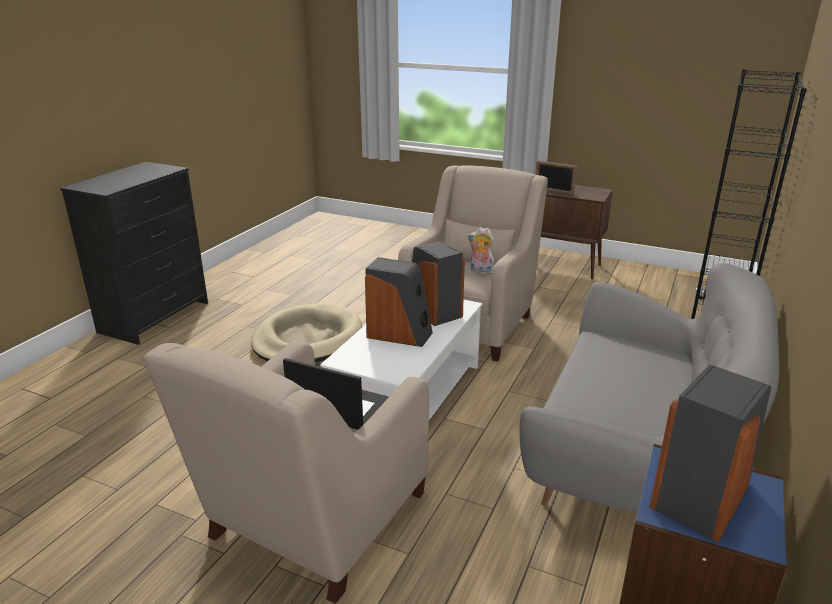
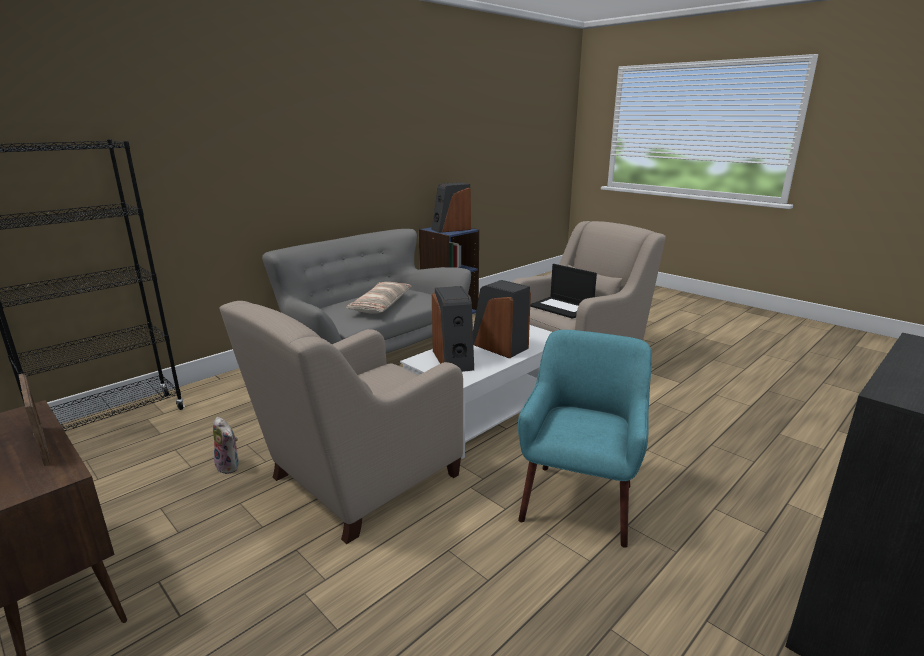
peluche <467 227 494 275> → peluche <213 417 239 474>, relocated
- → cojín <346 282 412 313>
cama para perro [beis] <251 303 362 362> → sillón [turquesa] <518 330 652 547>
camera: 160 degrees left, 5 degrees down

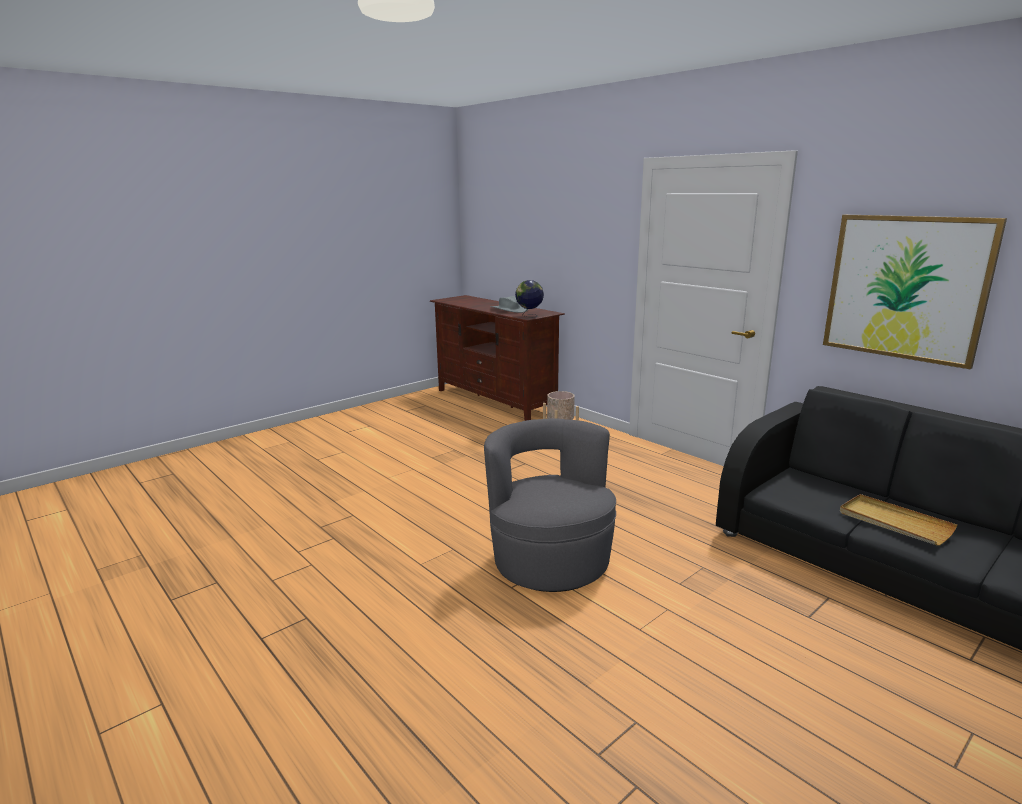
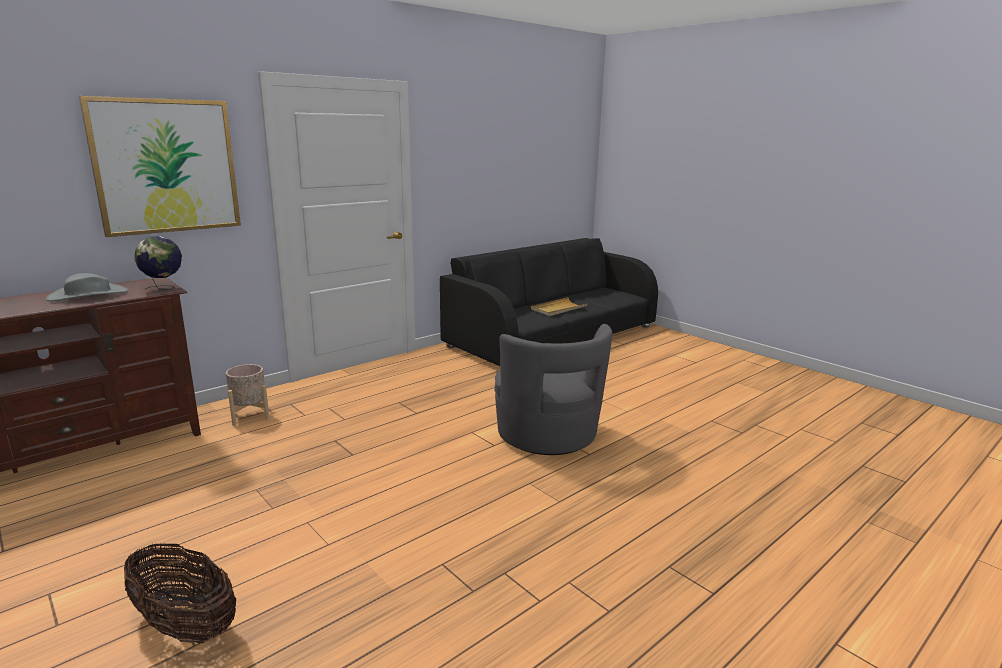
cuadro <823 215 1007 369> → cuadro <79 96 241 237>, relocated
- → cesta <124 544 236 643>
sillón [gris] <484 419 616 592> → sillón [gris] <494 324 612 455>, 90 degrees counterclockwise
camera: 90 degrees left, 0 degrees up

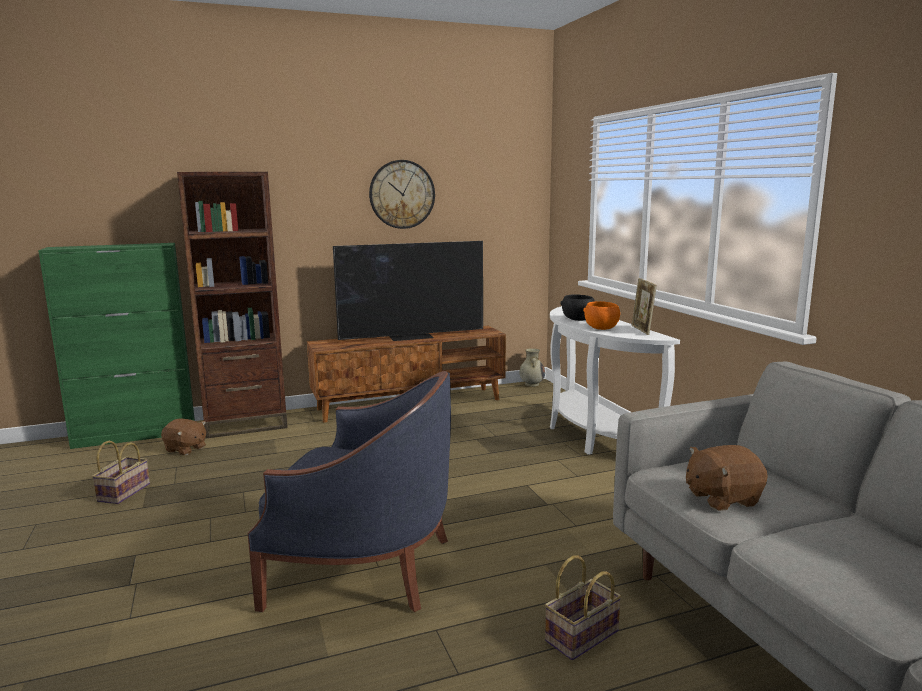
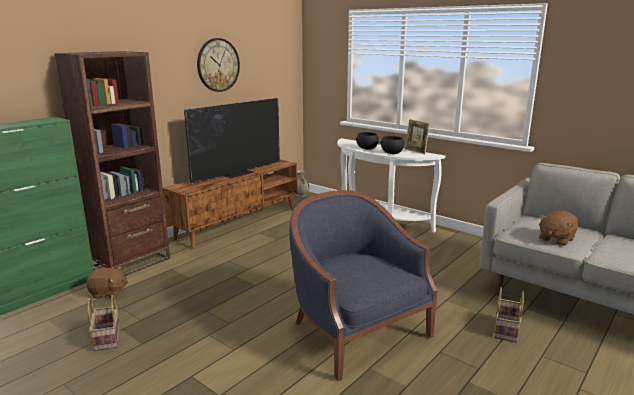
sillón [azul] <248 371 451 612> → sillón [azul] <289 190 438 381>, 105 degrees counterclockwise
cuenco [naranja] <583 301 620 330> → cuenco [negro] <380 136 404 154>
camera: 30 degrees left, 5 degrees up

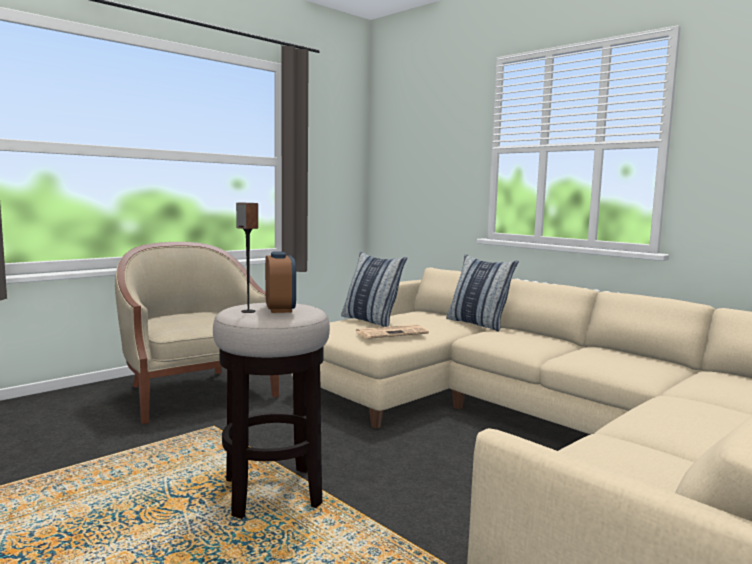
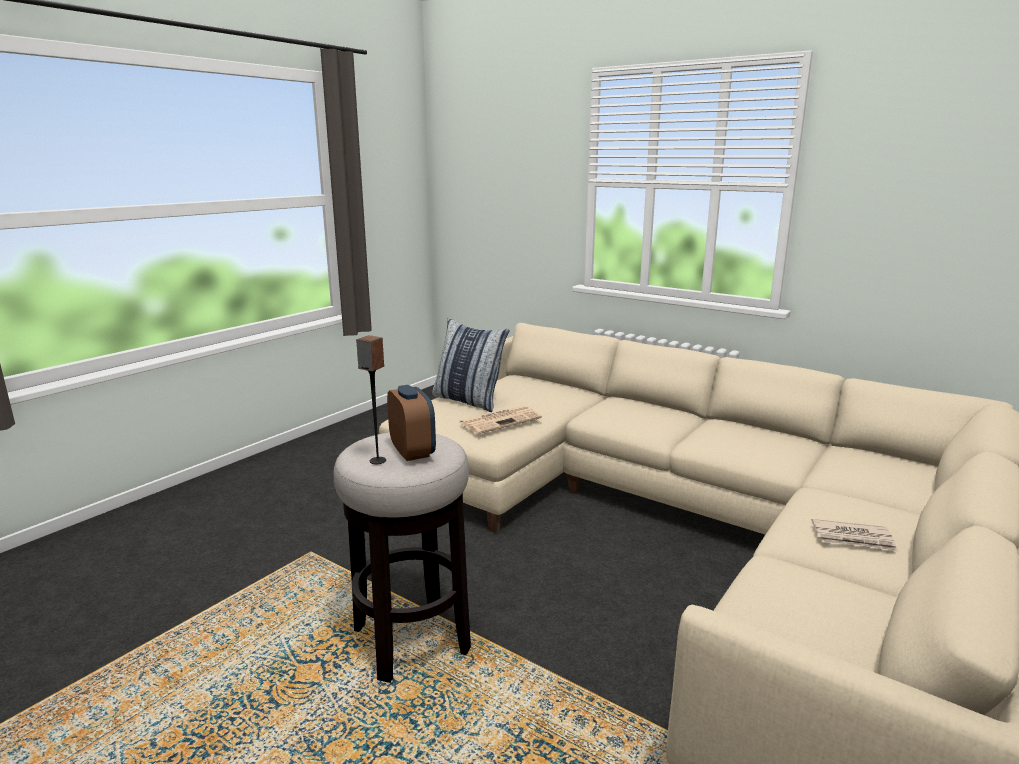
- → periódico <811 519 899 552>
sillón [beis] <115 242 279 424> → -
cojín <446 254 519 331> → -
camera: 10 degrees left, 10 degrees up

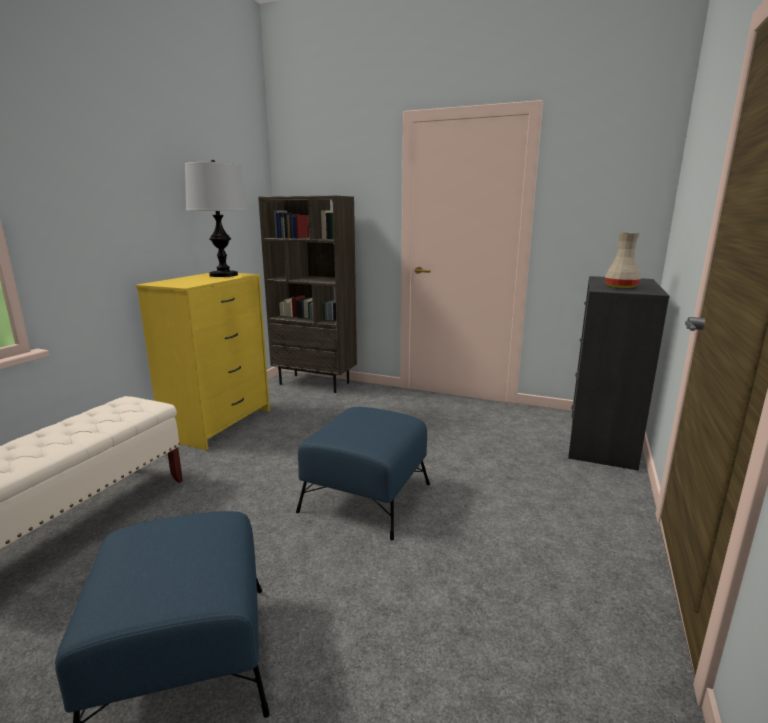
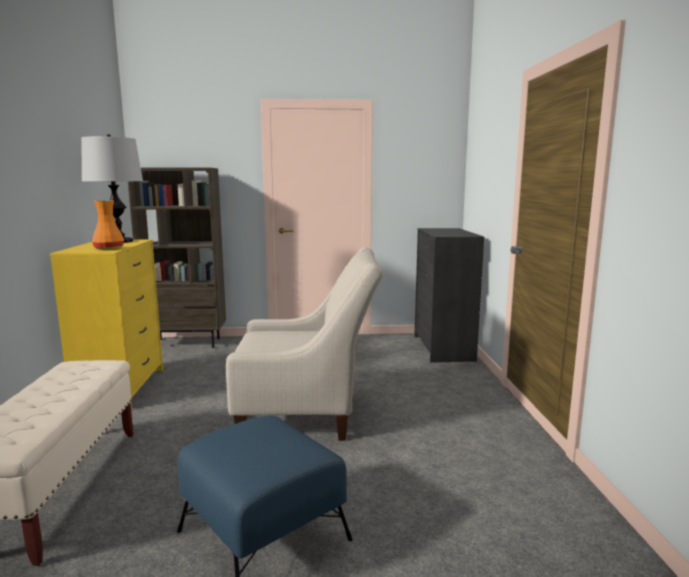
- → florero [naranja] <92 201 124 250>
puf [azul] <296 407 430 541> → sillón [beis] <226 247 384 441>
florero [beis] <605 233 641 288> → -
camera: 25 degrees left, 5 degrees down

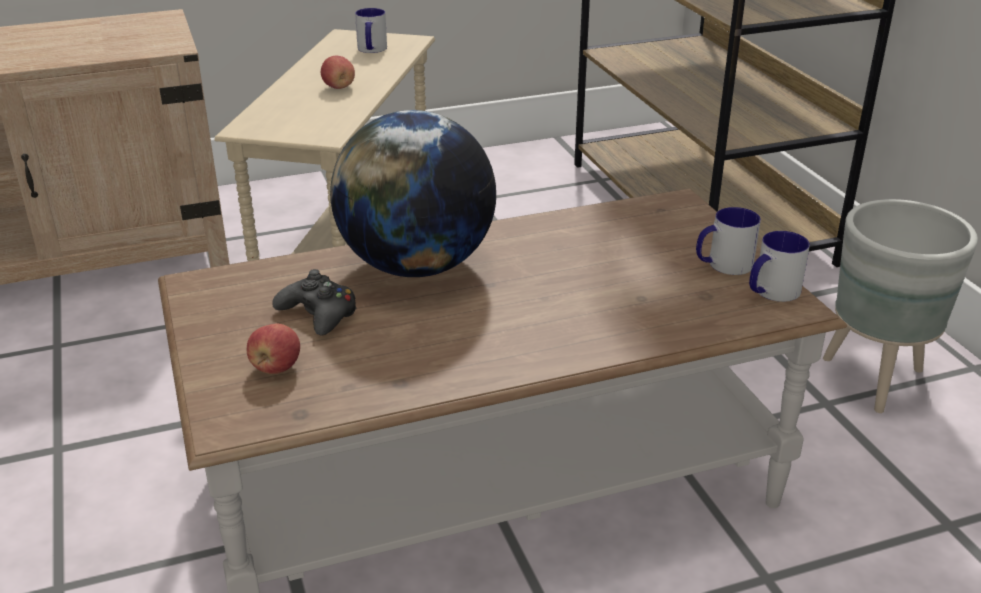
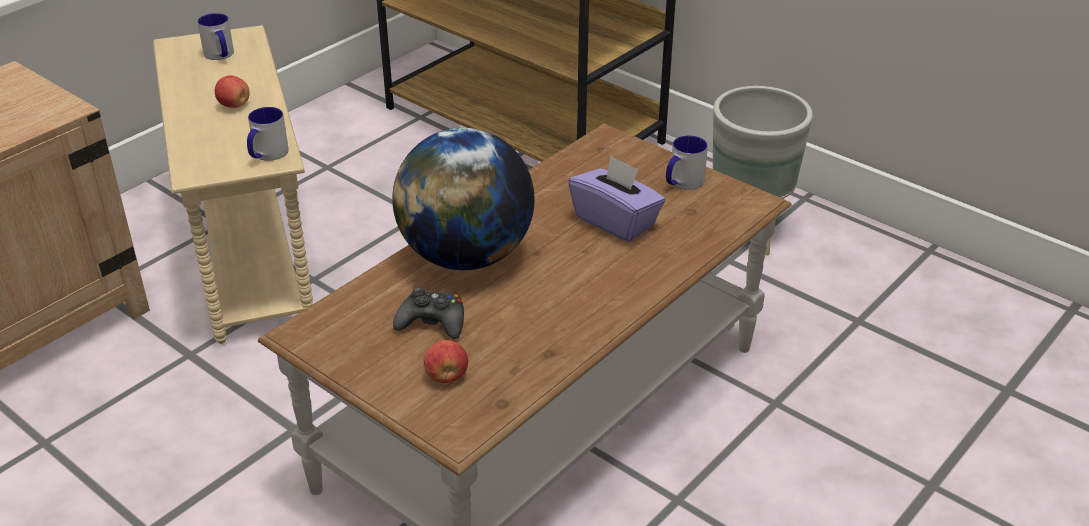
taza grande <749 231 810 302> → taza grande <247 107 289 161>, relocated
- → caja de pañuelos [morado] <568 156 665 242>
camera: 30 degrees left, 5 degrees up

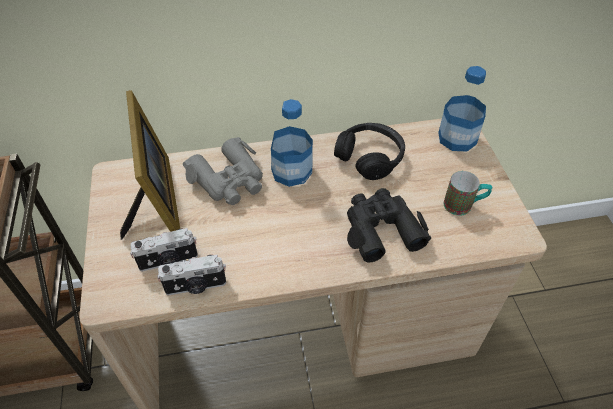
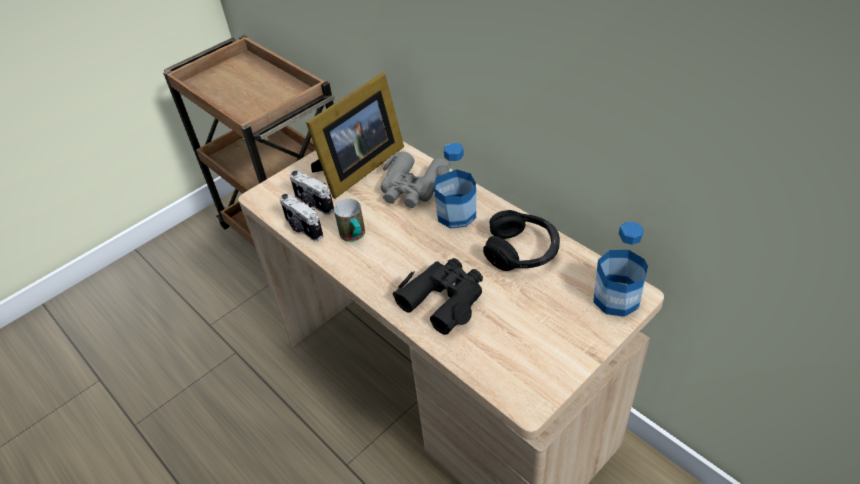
taza grande <444 171 492 216> → taza grande <334 199 365 242>, relocated
camera: 60 degrees right, 5 degrees down

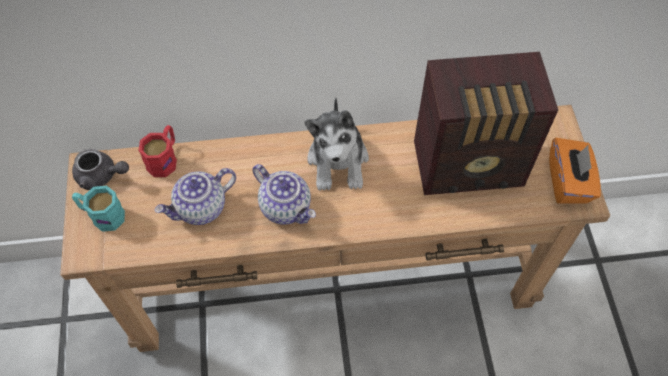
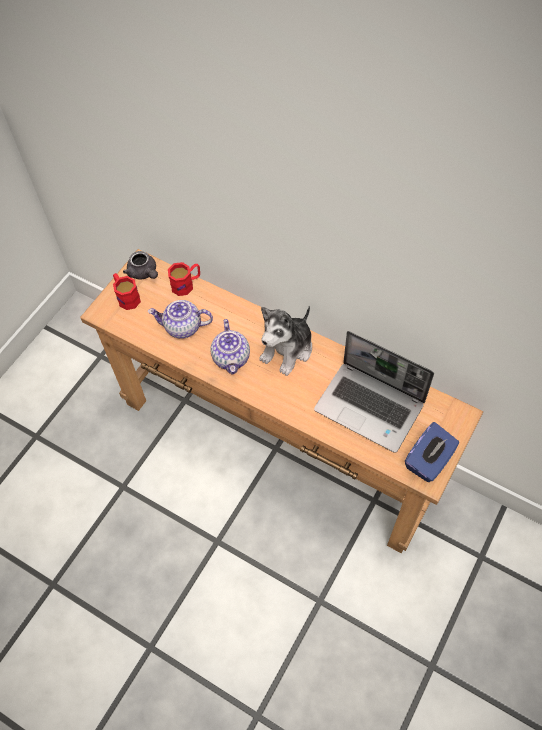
taza grande [turquesa] <72 186 125 232> → taza grande [rojo] <113 273 141 310>
radio <414 52 558 195> → portátil <314 331 434 453>
caja de pañuelos [naranja] <549 138 601 204> → caja de pañuelos [azul] <405 422 459 482>
camera: 40 degrees right, 0 degrees up

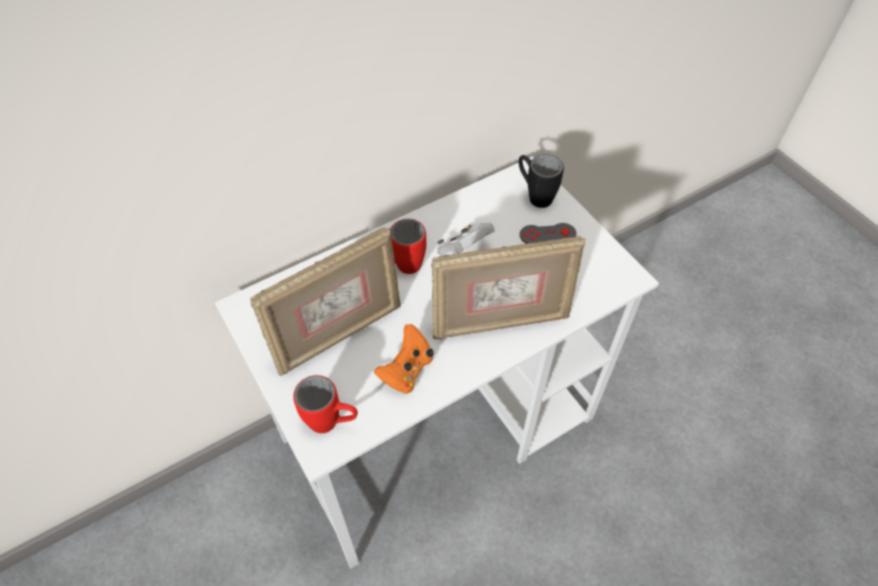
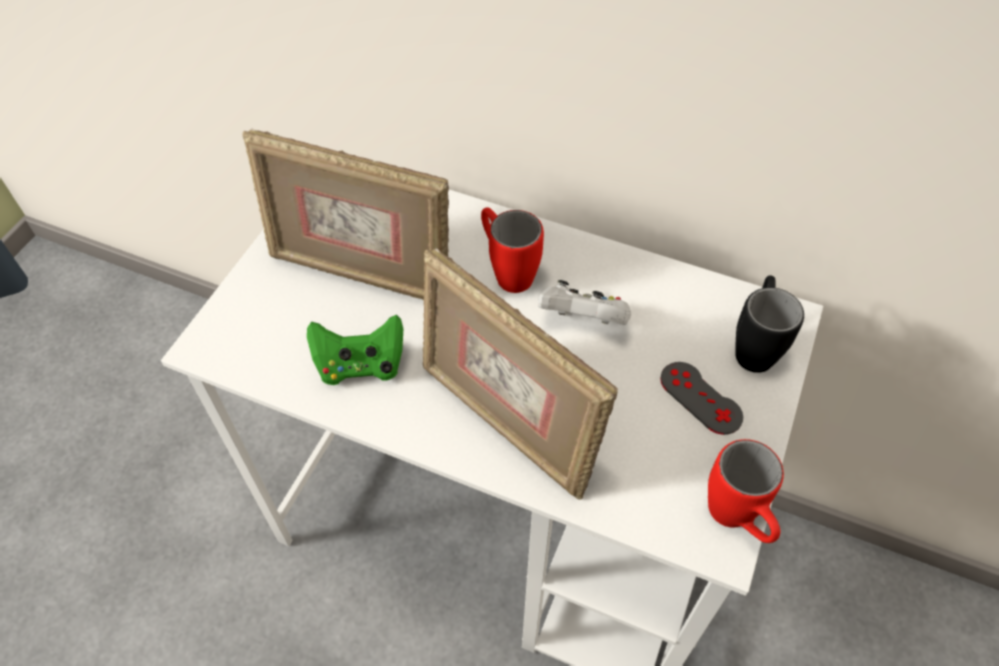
mando de consola [naranja] <374 324 434 394> → mando de consola [verde] <307 315 403 385>
taza grande [rojo] <293 375 358 433> → taza grande [rojo] <708 439 784 543>, relocated
camera: 55 degrees right, 0 degrees up

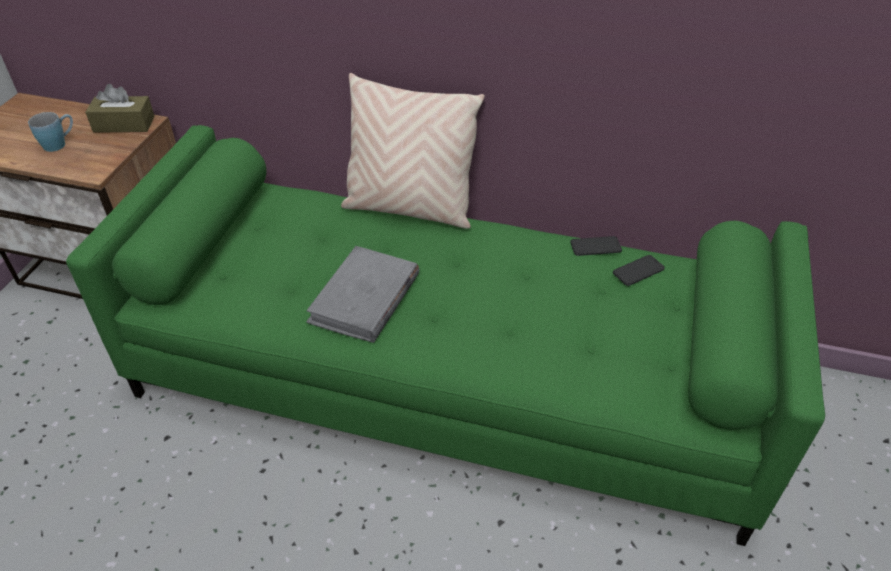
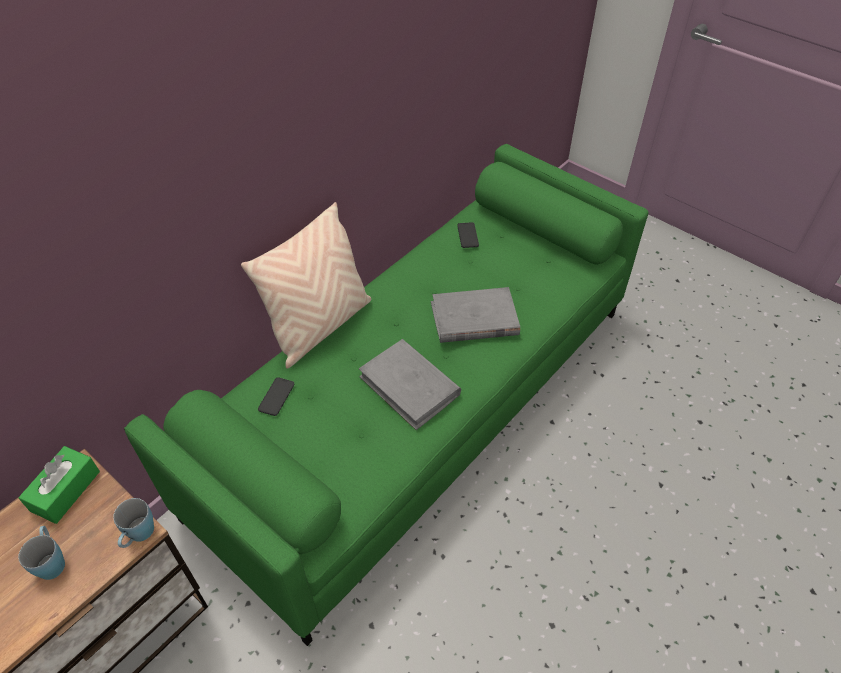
caja de pañuelos [marrón] <85 84 155 133> → caja de pañuelos [verde] <18 446 100 524>
- → taza grande [azul] <113 498 154 548>
móvil <570 236 622 256> → móvil <258 377 295 416>, relocated
- → libro [gris] <431 287 520 343>
camera: 65 degrees left, 5 degrees up

